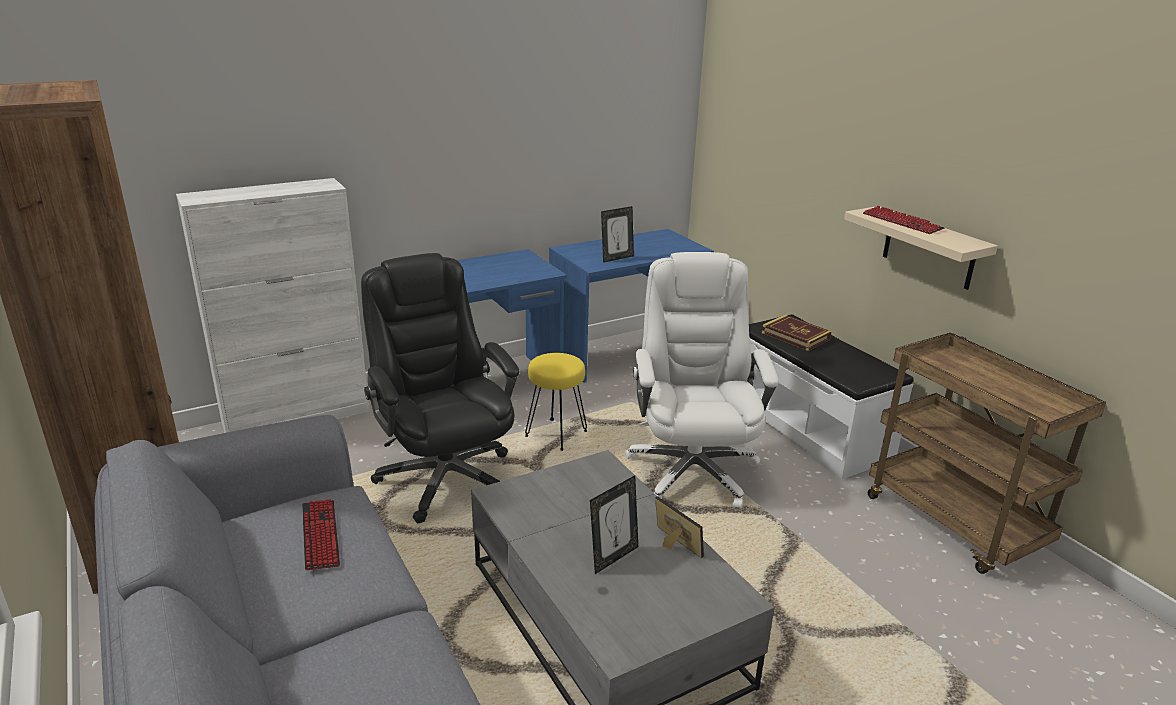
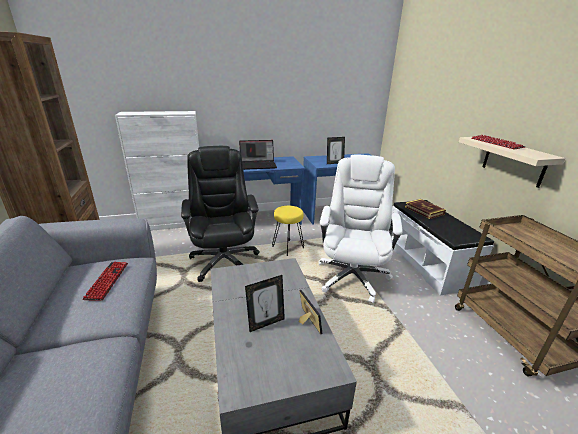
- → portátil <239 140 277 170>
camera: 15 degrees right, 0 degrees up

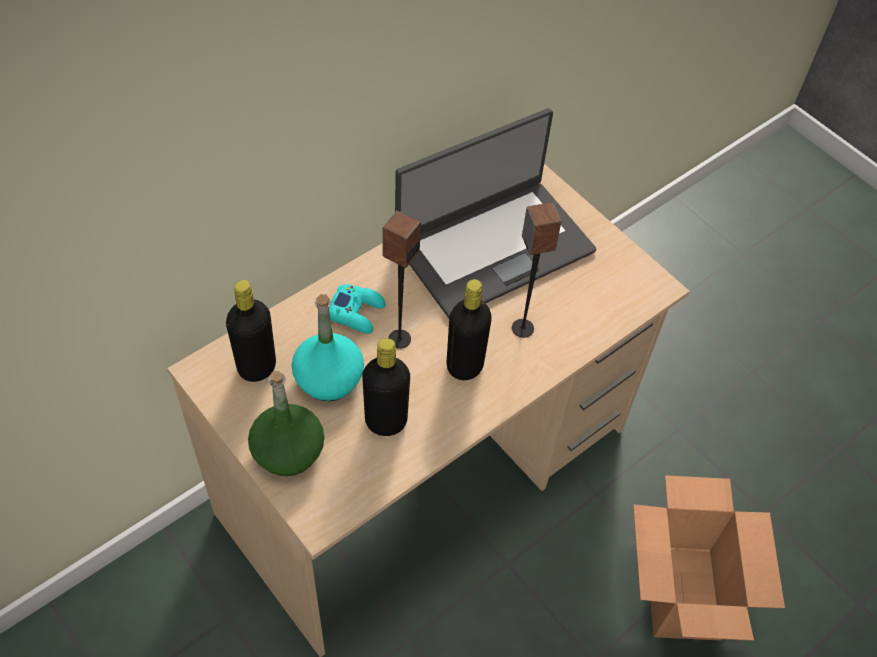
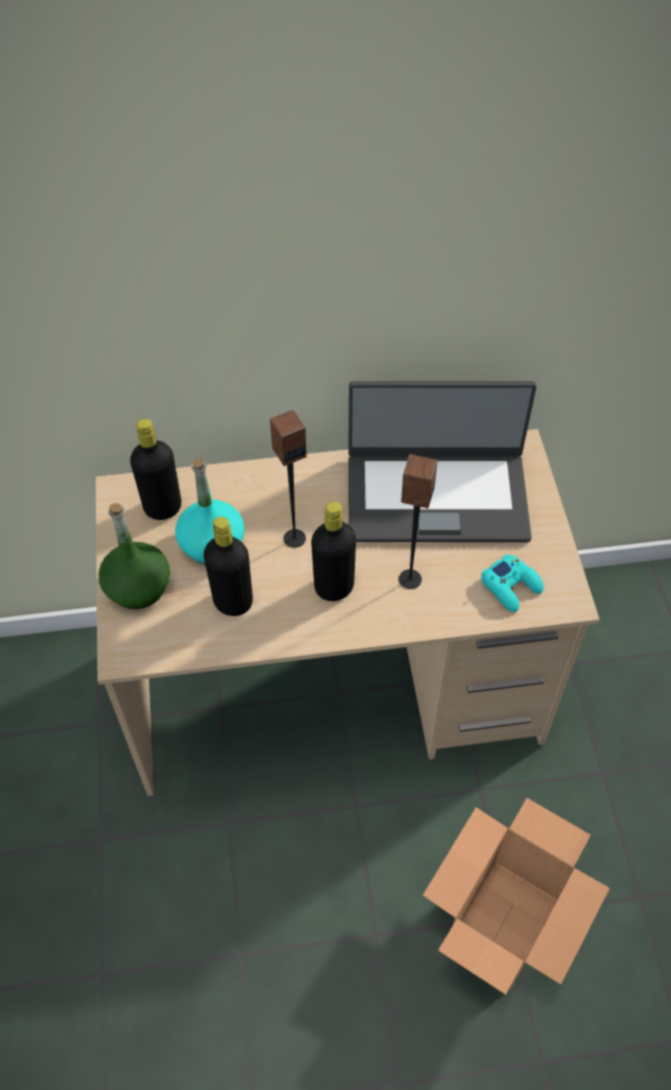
mando de consola [turquesa] <329 284 385 334> → mando de consola [turquesa] <481 554 544 612>, relocated
camera: 35 degrees right, 0 degrees up

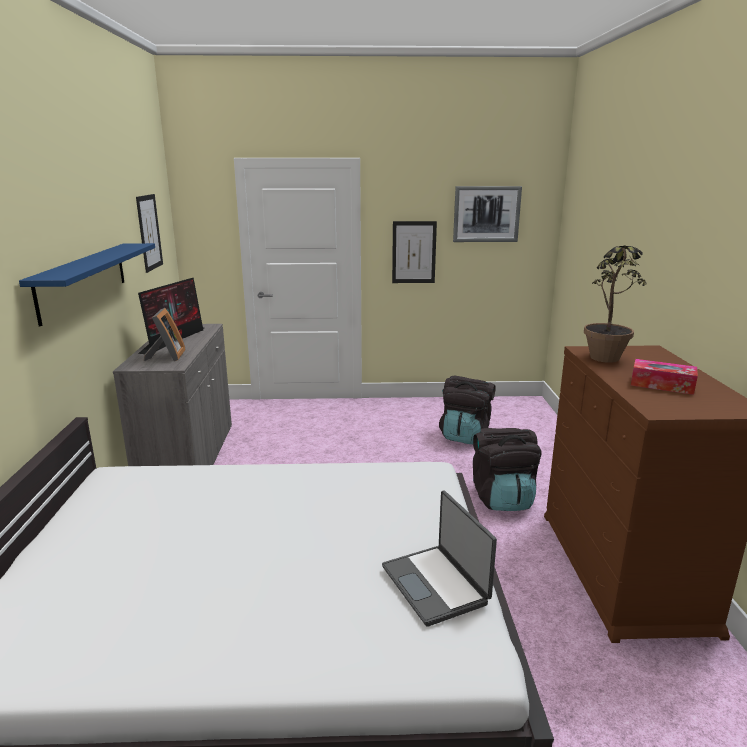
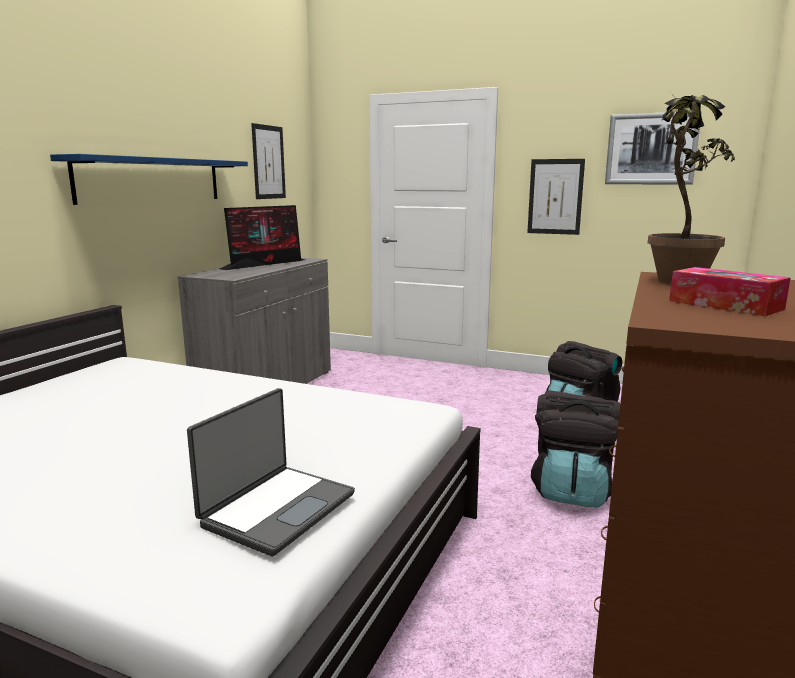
portátil <382 490 497 627> → portátil <187 388 355 557>, 150 degrees counterclockwise
portarretratos <144 308 186 361> → -
camera: 25 degrees right, 5 degrees down

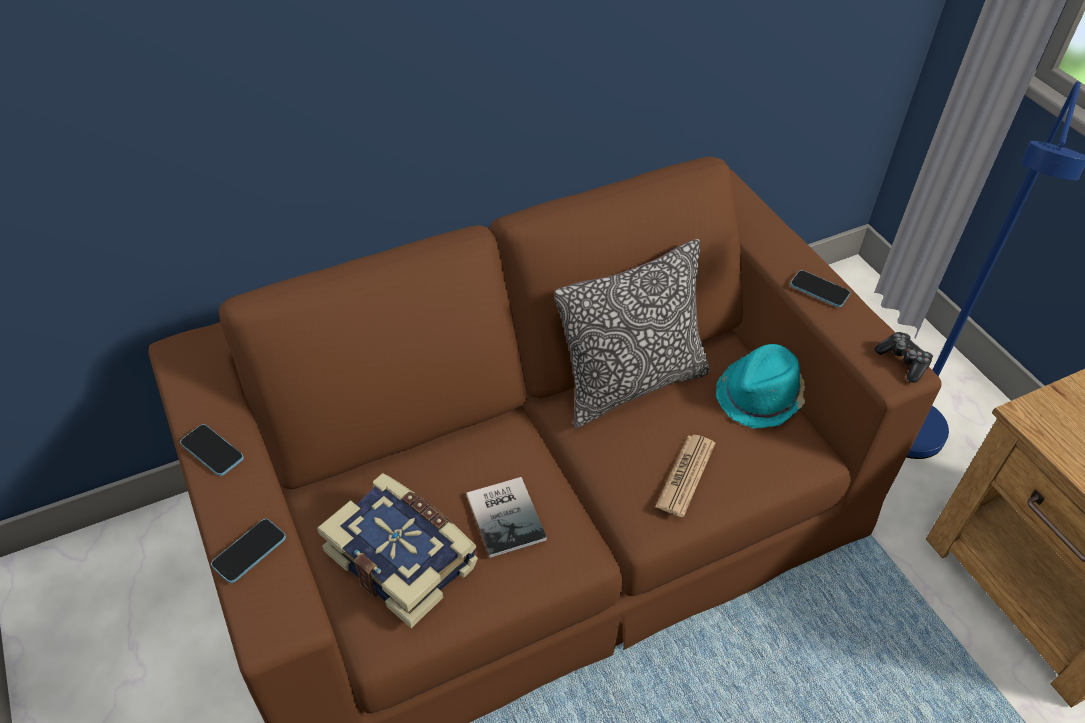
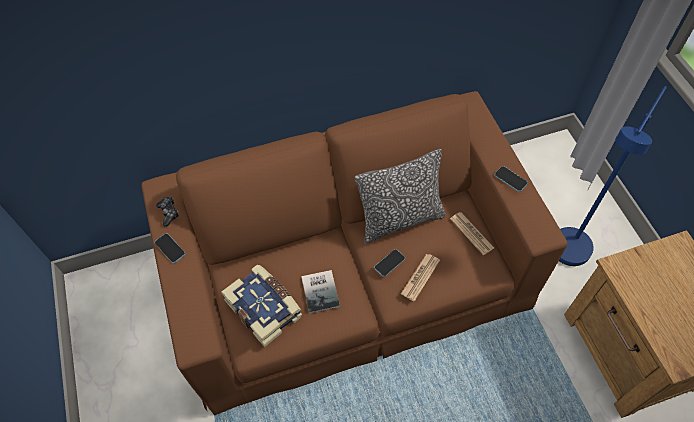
mando de consola <874 332 933 383> → mando de consola <156 197 179 227>, relocated
móvil <211 519 286 583> → móvil <374 249 405 277>, relocated
sombrero [turquesa] <716 344 805 429> → periódico <450 212 494 255>
camera: 10 degrees right, 10 degrees up

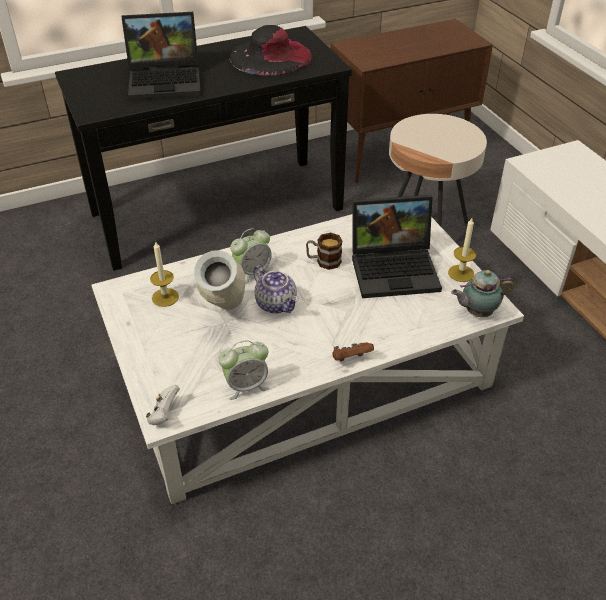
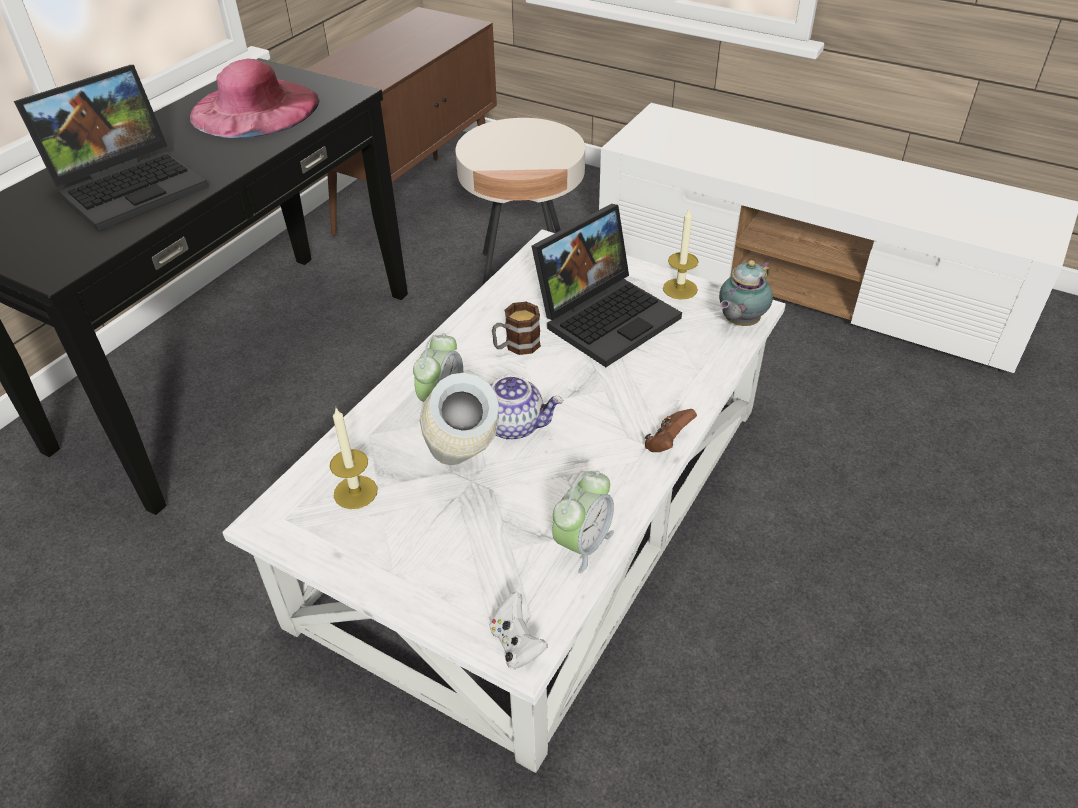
sombrero [negro] <229 25 312 76> → sombrero [rosa] <190 58 320 138>
camera: 35 degrees left, 0 degrees up

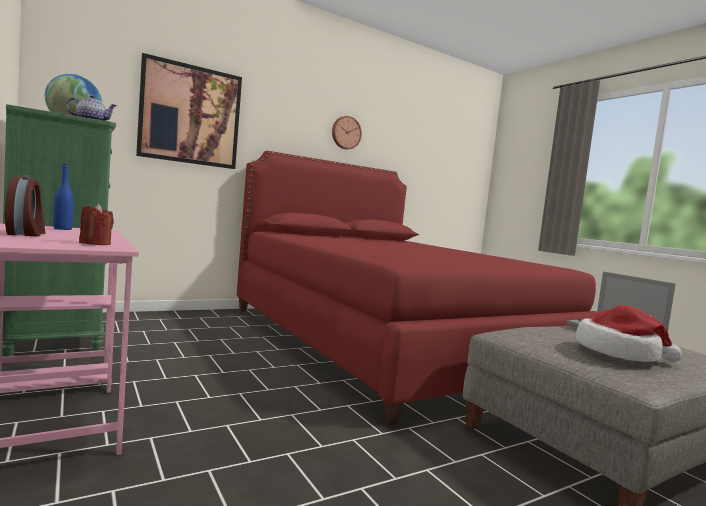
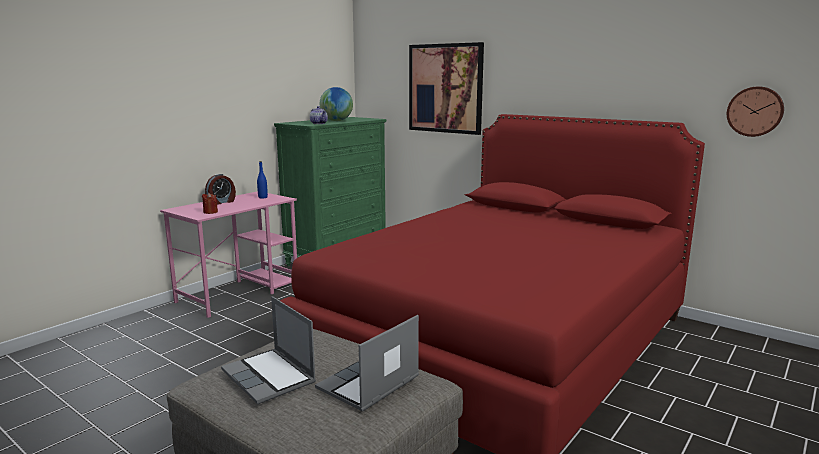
sombrero <575 305 682 362> → portátil <221 296 316 404>
reloj de pared <332 116 362 149> → reloj de pared <727 86 784 137>, relocated
camera: 70 degrees right, 10 degrees up

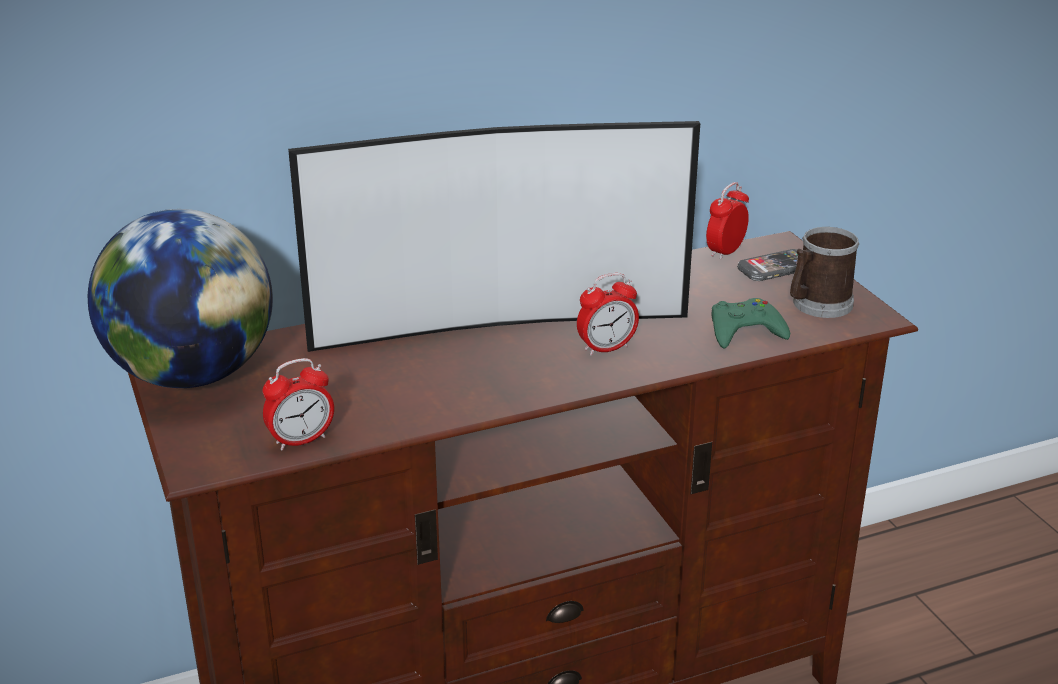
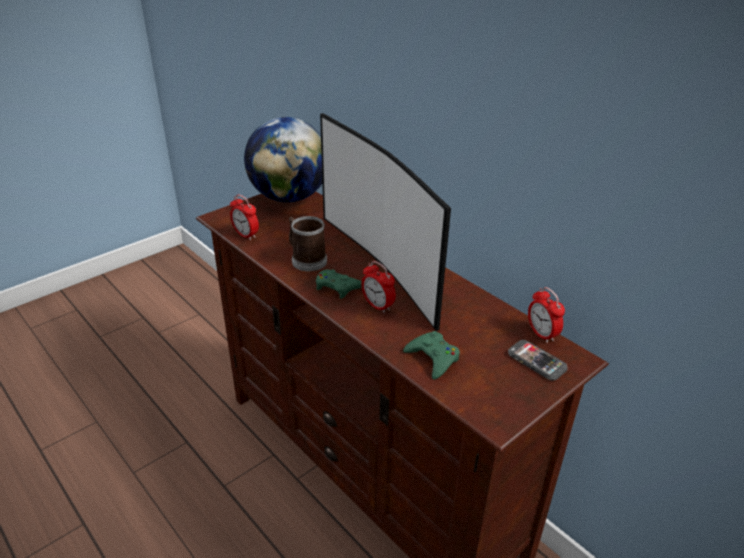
taza grande <790 227 859 318> → taza grande <289 216 327 271>, relocated
- → mando de consola [verde] <316 269 362 299>
despertador <706 182 749 260> → despertador <528 287 565 343>, 135 degrees counterclockwise
camera: 70 degrees right, 5 degrees up

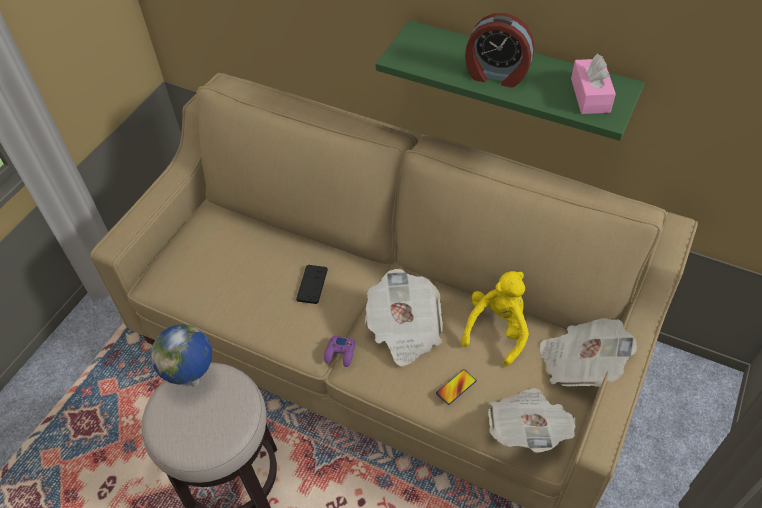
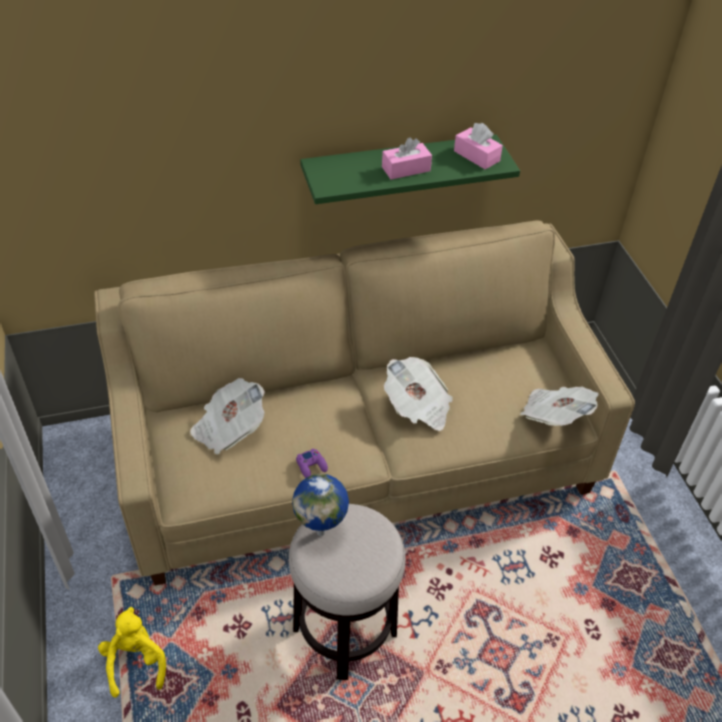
peluche [amarillo] <461 271 529 366> → peluche [amarillo] <98 607 166 698>, relocated
periódico <539 318 637 387> → periódico <190 378 265 455>, relocated
mando de consola [morado] <324 335 355 367> → mando de consola [morado] <296 448 328 478>, relocated
despertador <465 13 535 88> → caja de pañuelos [rosa] <382 137 432 180>
mando de consola [negro] <296 265 328 304> → -
móvil <436 369 476 405> → -
camera: 45 degrees left, 5 degrees down

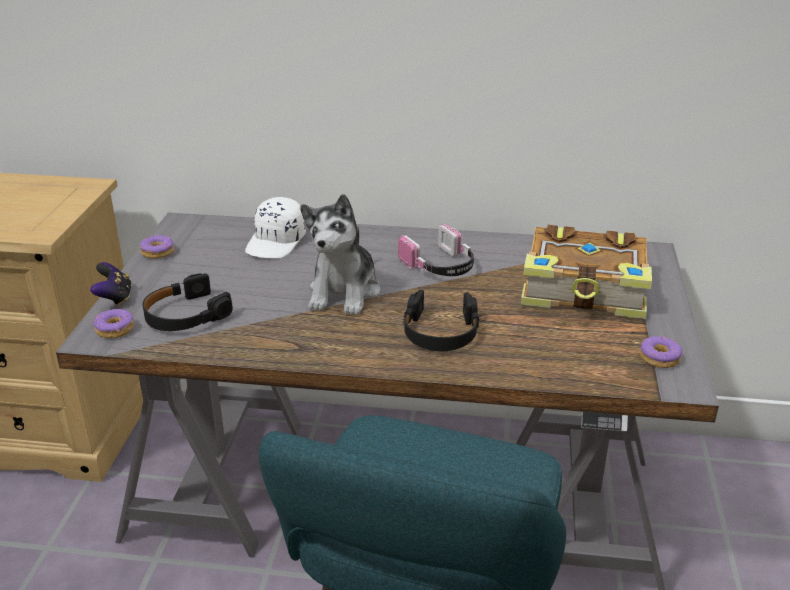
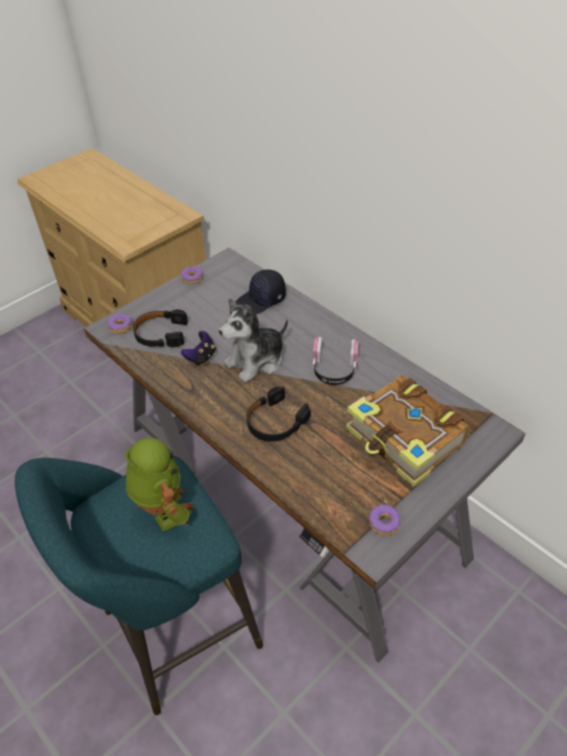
- → robot de juguete <125 438 194 531>
mando de consola <90 262 132 306> → mando de consola <181 331 216 367>, relocated
gorra [blanco] <245 197 306 258> → gorra [negro] <236 270 286 314>
camera: 40 degrees right, 15 degrees up

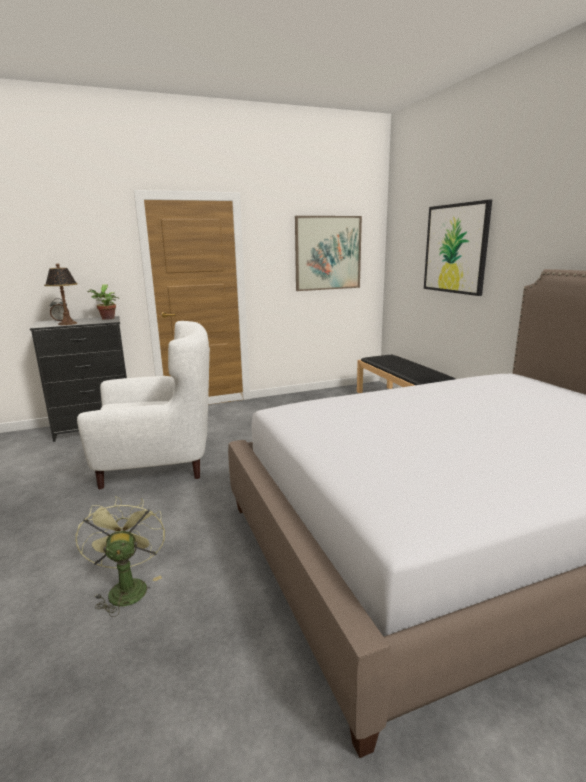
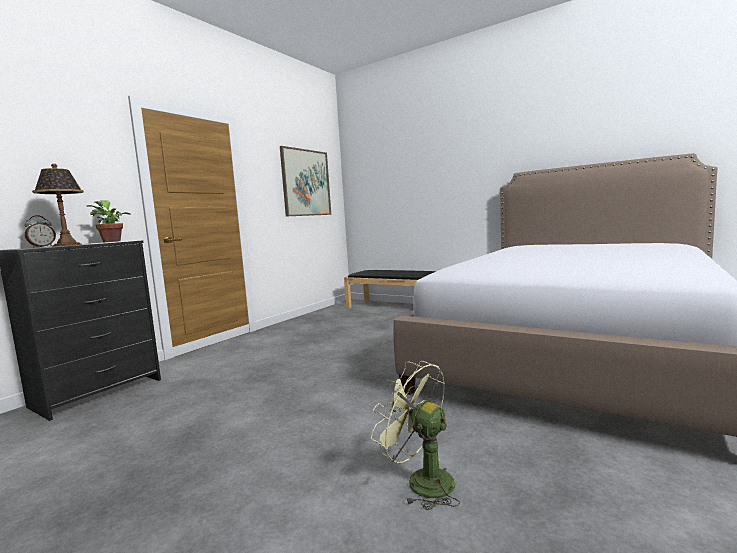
sillón [blanco] <77 321 210 489> → -
cuadro <424 200 492 296> → -
camera: 35 degrees left, 10 degrees down

